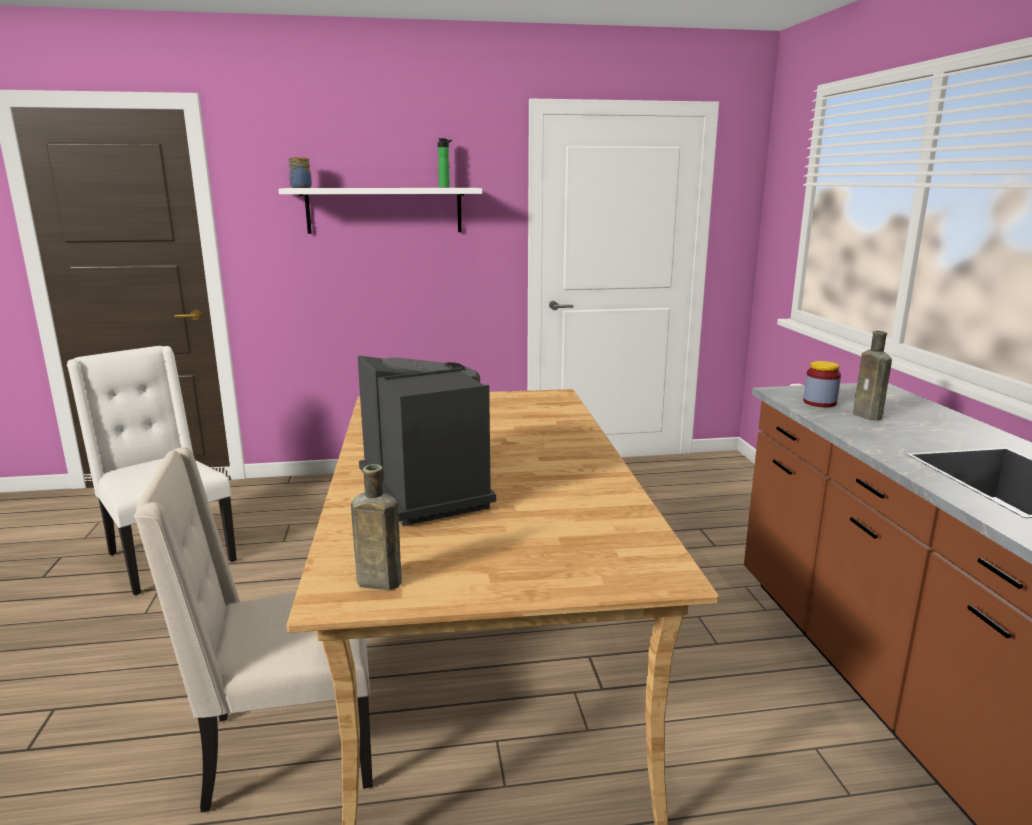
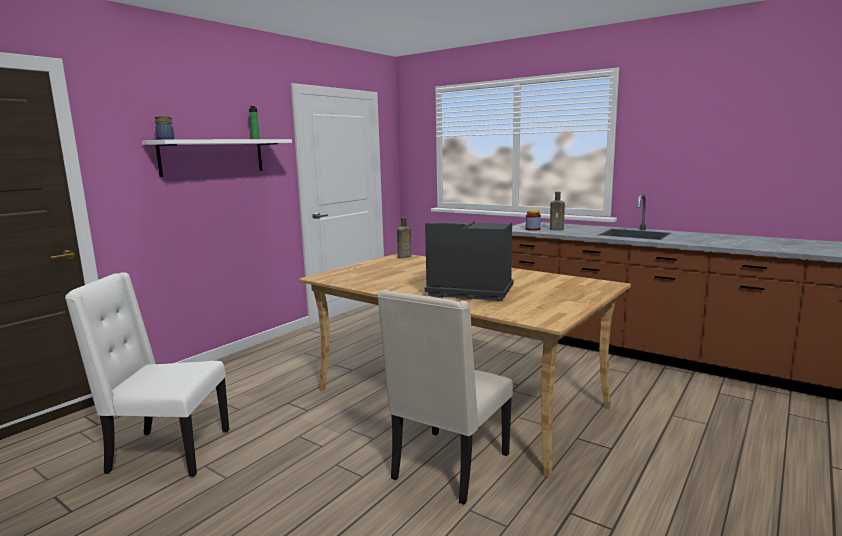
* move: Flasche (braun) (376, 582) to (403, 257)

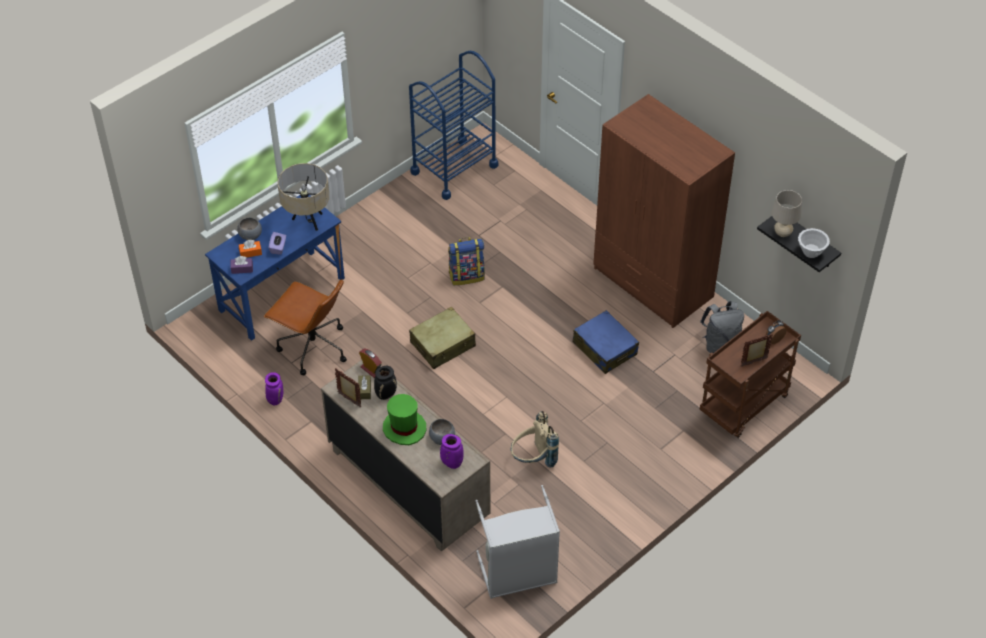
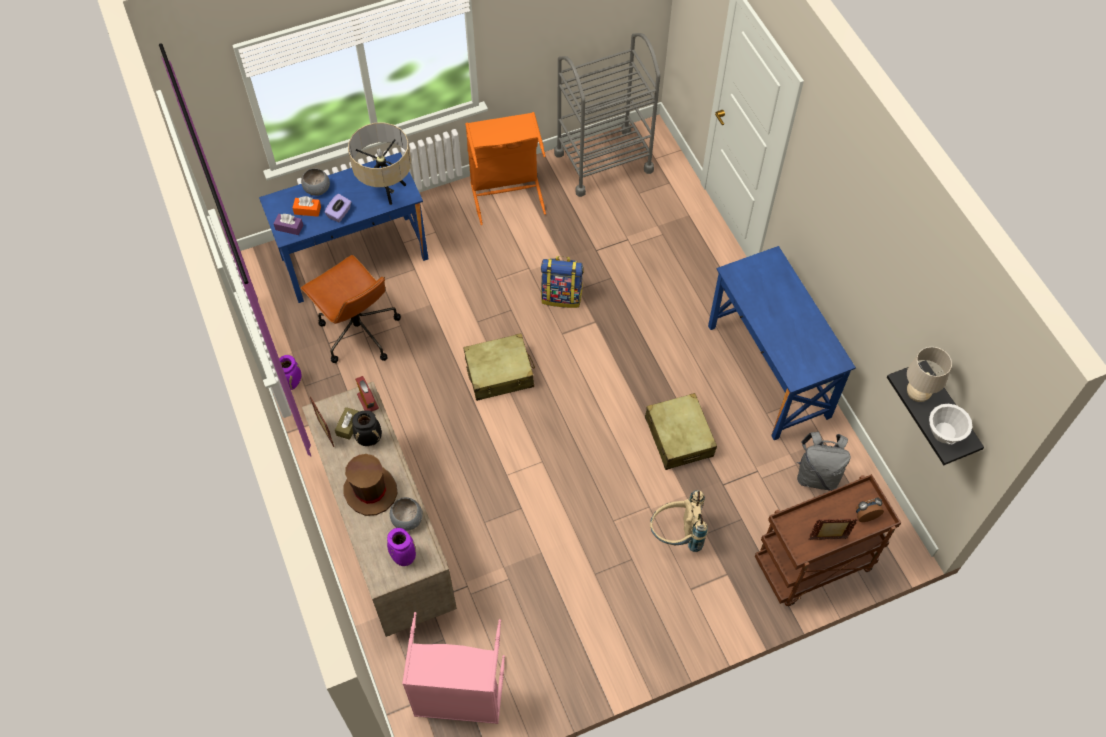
* recolor: Hut (grün) (404, 428) to Hut (braun) (370, 491)
* recolor: Rollwagen (blau) (454, 169) to Rollwagen (grau) (603, 162)
* recolor: Wäschekorb (grau) (518, 575) to Wäschekorb (rosa) (459, 697)
* move: Rucksack (beige) (533, 460) to (676, 535)
* recolor: Koffer (blau) (604, 348) to Koffer (beige) (679, 437)
* replace: Kleiderschrank (braun) (652, 283) to Schreibtisch (blau) (769, 371)
* insert: Wäschekorb (orange) (506, 192)

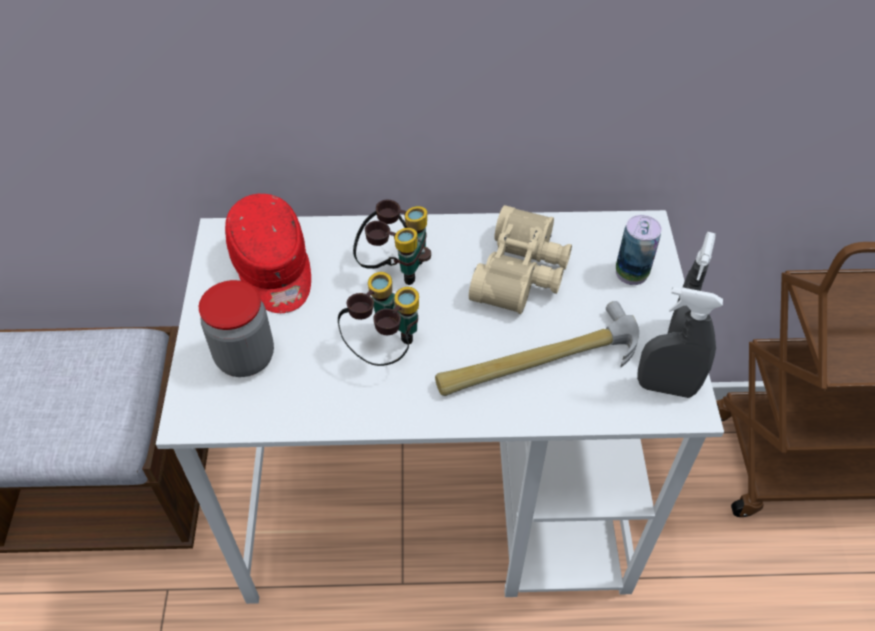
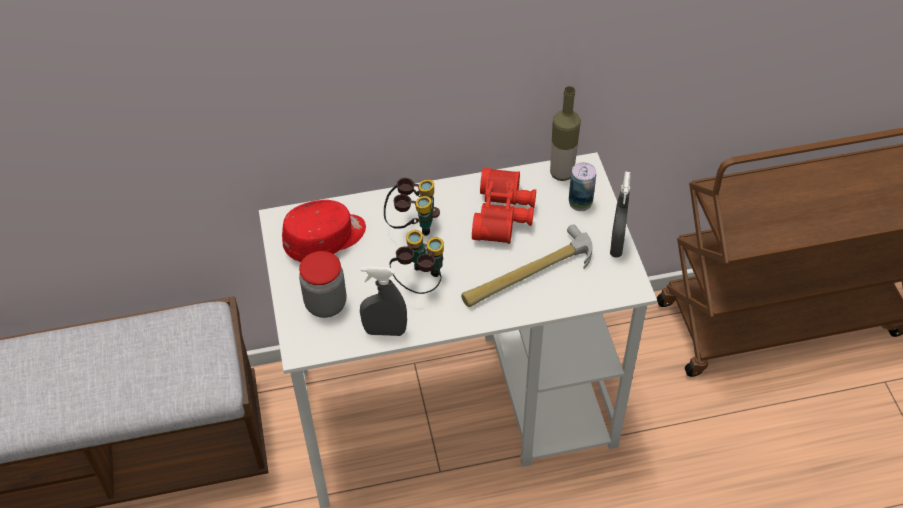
* rotate: Kappe (rot) (273, 269) = (325, 239) 90 degrees counterclockwise
* recolor: Fernglas (beige) (523, 273) to Fernglas (rot) (505, 214)
* move: Sprühflasche (grau) (666, 387) to (385, 331)
* insert: Flasche (561, 173)

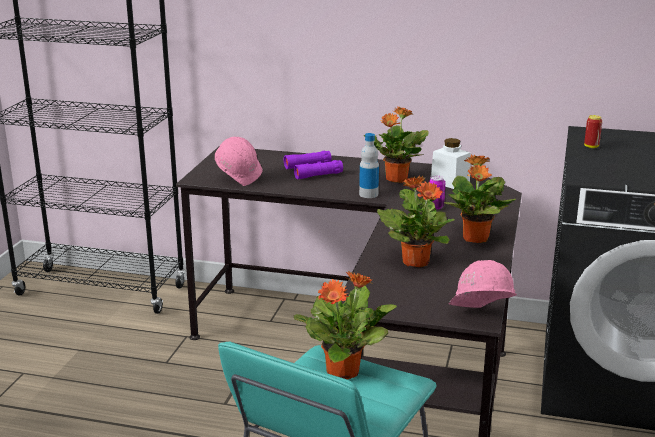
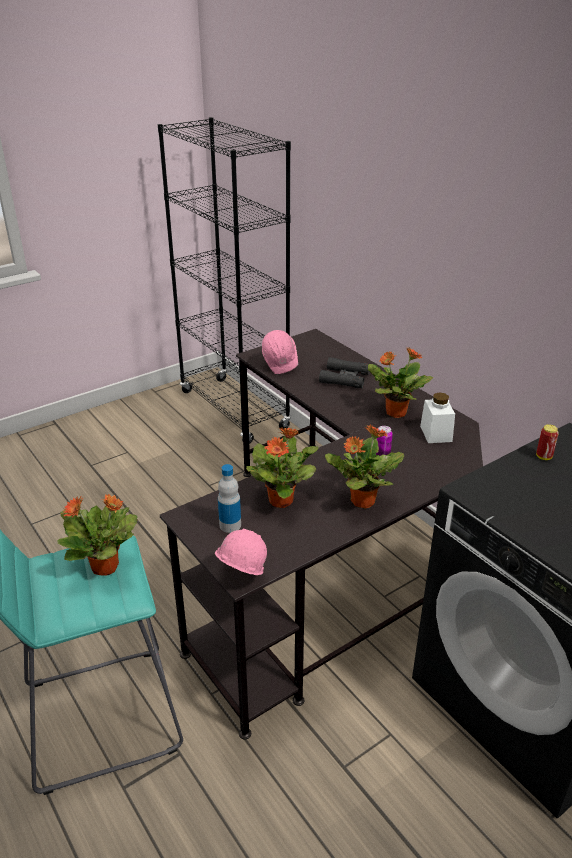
* recolor: Fernglas (lila) (313, 170) to Fernglas (schwarz) (345, 378)
* move: Flasche (368, 194) to (230, 525)

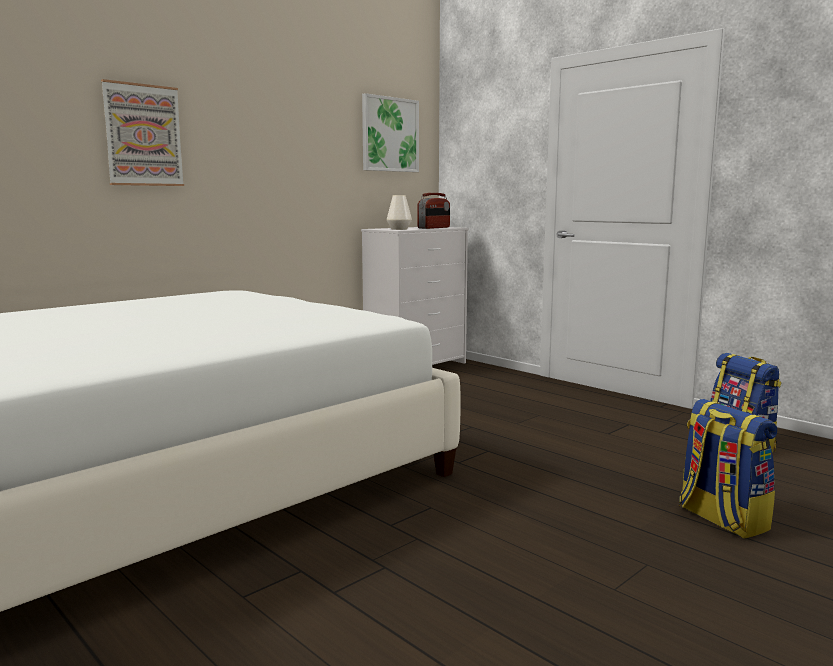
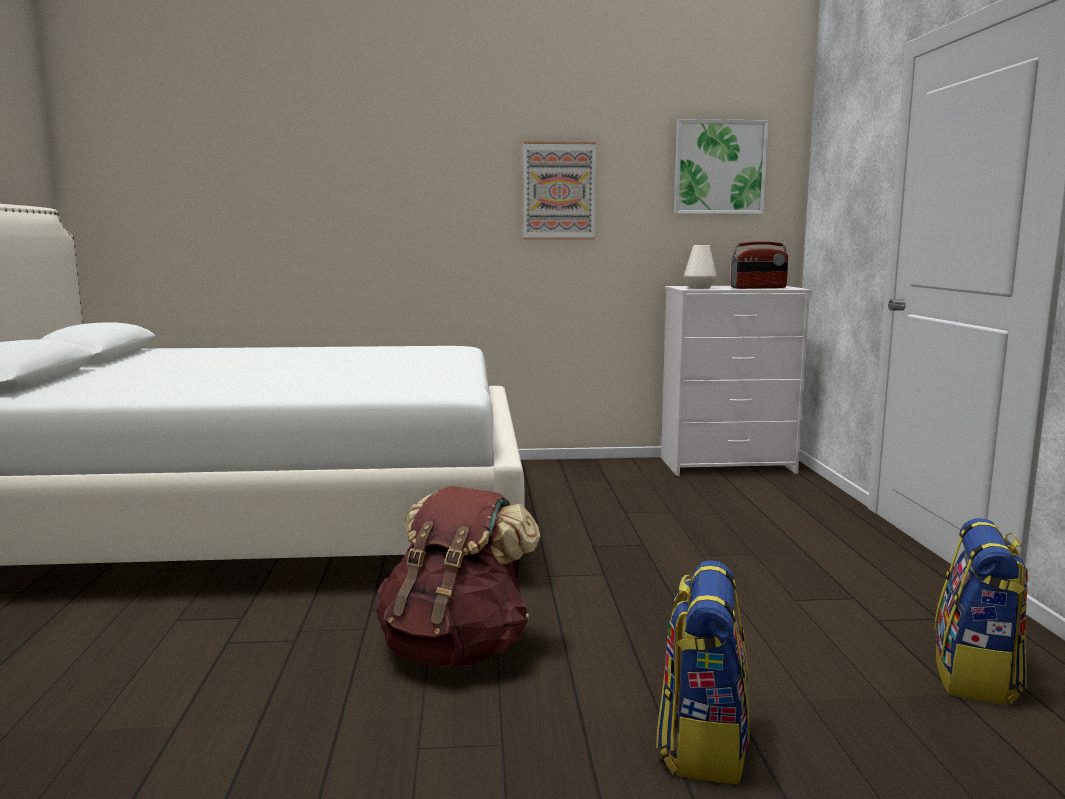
* move: Bild (143, 135) to (559, 191)
* insert: Rucksack (braun) (456, 649)

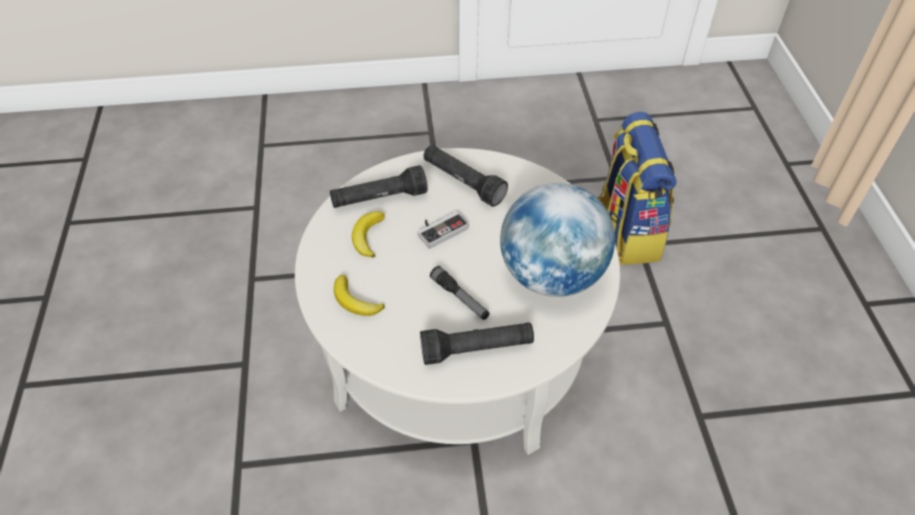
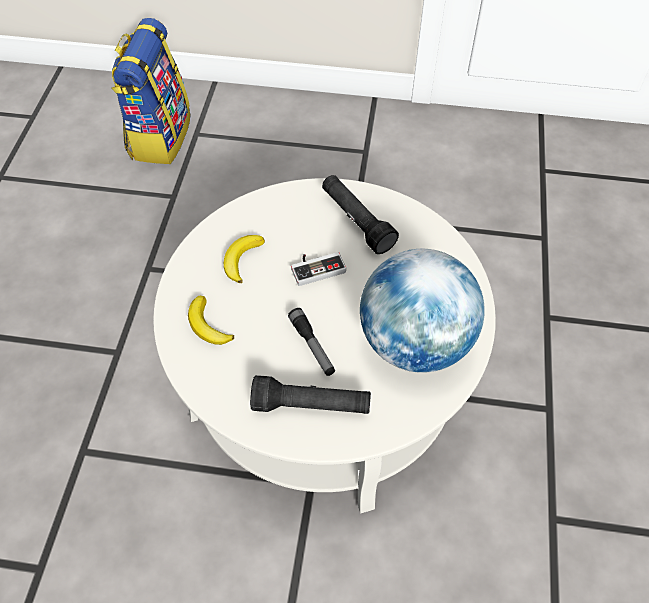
* delete: Taschenlampe (schwarz) (379, 199)
* move: Rucksack (625, 232) to (159, 136)

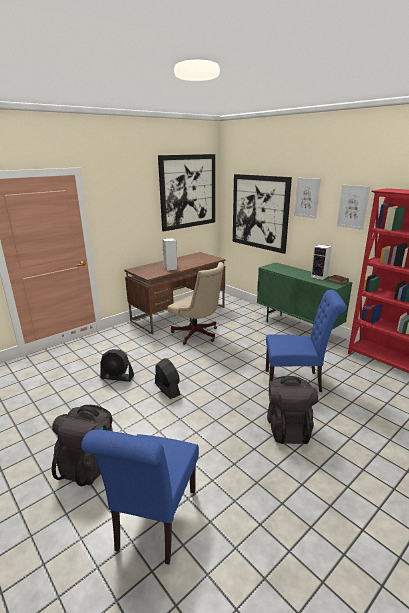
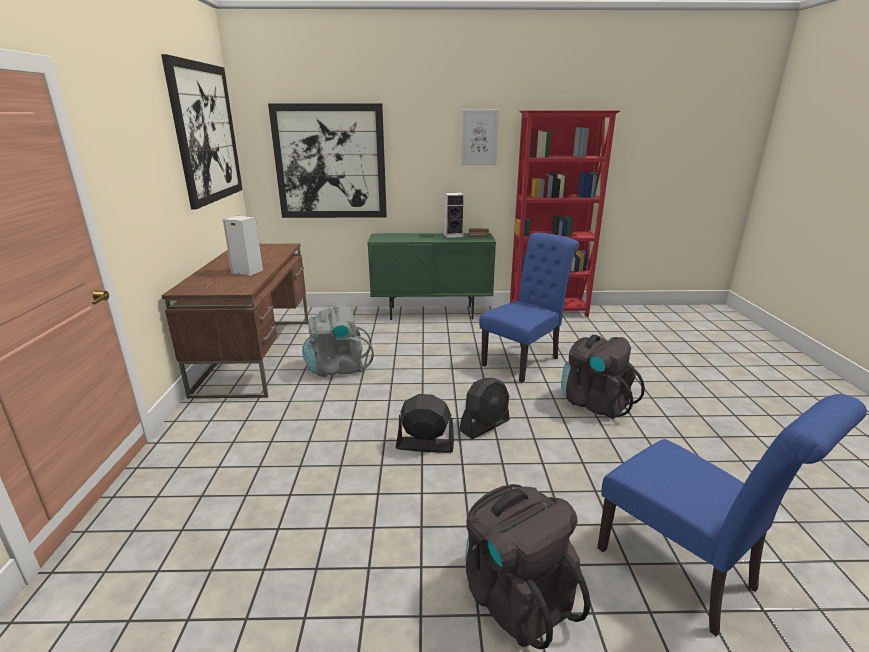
* move: Ventilator (schwarz) (117, 377) to (485, 425)
* replace: Bürostuhl (beige) (197, 335) to Rucksack (grau) (338, 368)
* delete: Bild (307, 198)

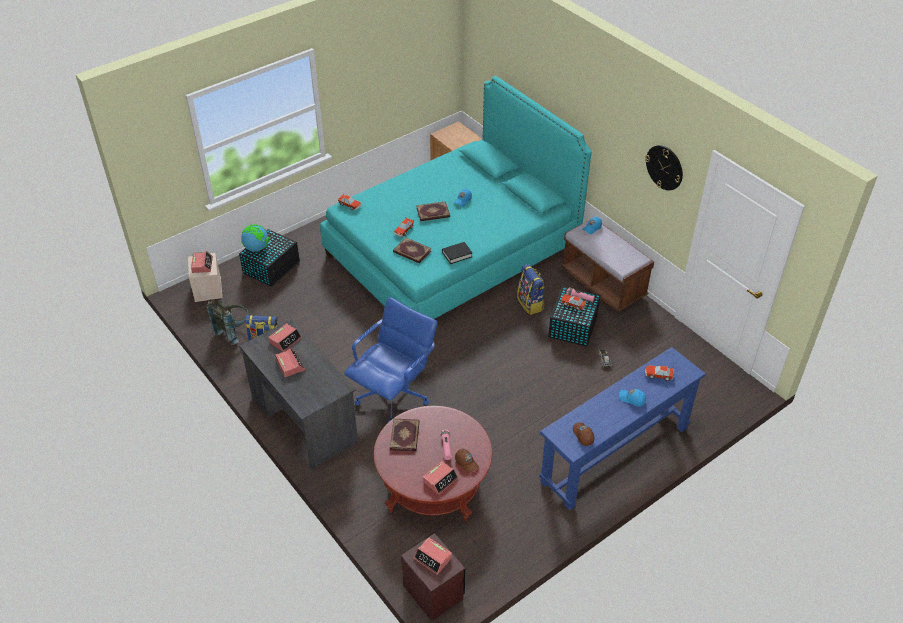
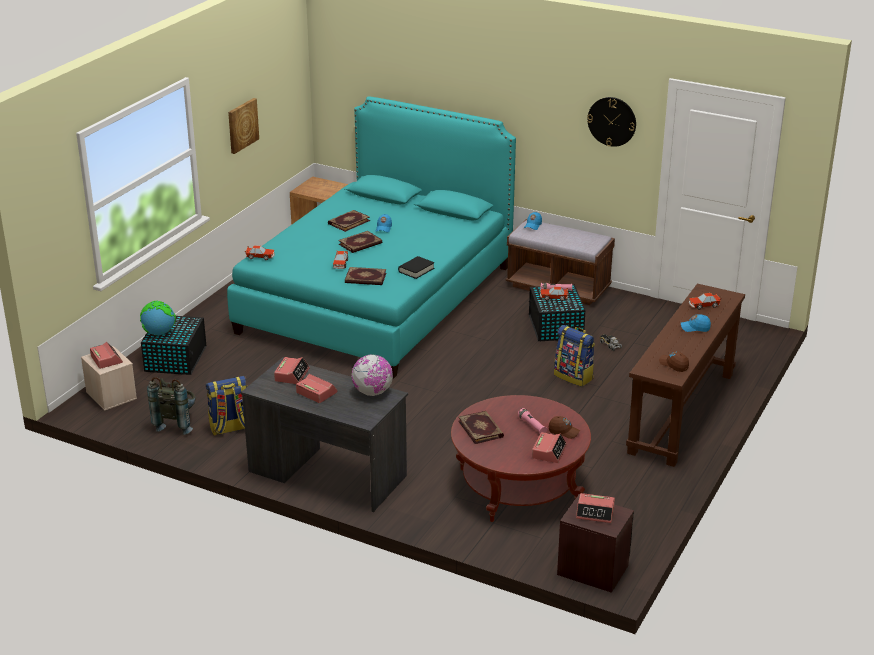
* delete: Bürostuhl (blau) (394, 395)
* move: Rucksack (530, 304) to (574, 376)
* recolor: Konsolentisch (blau) (615, 454) to Konsolentisch (braun) (681, 412)
* insert: Bild (242, 125)
* insert: Buch (348, 222)
* insert: Globus (373, 392)

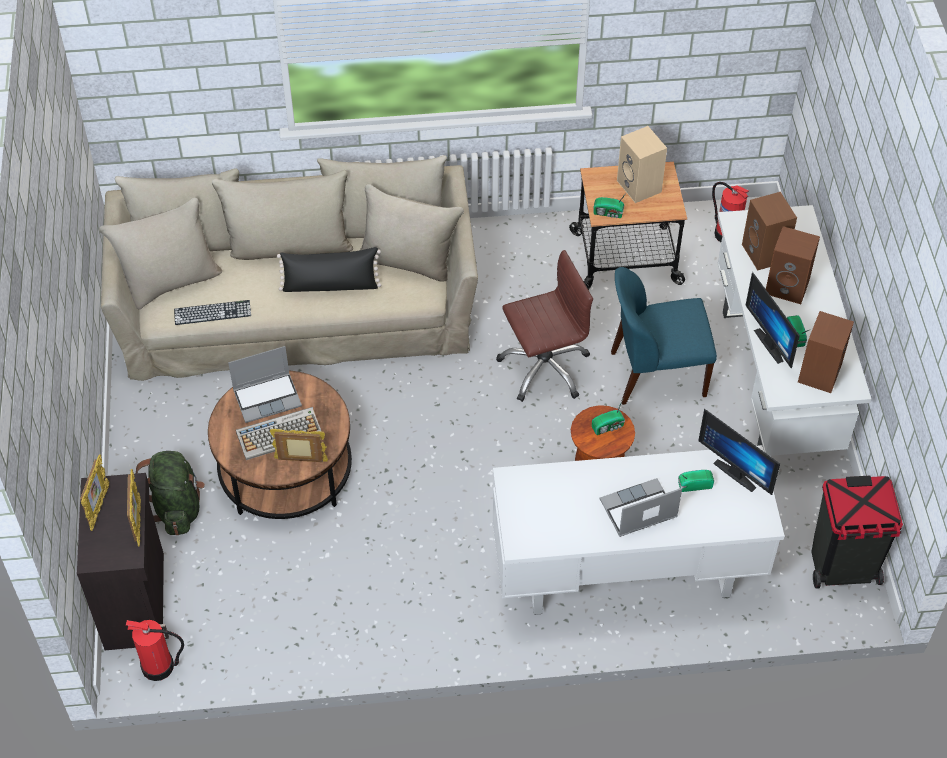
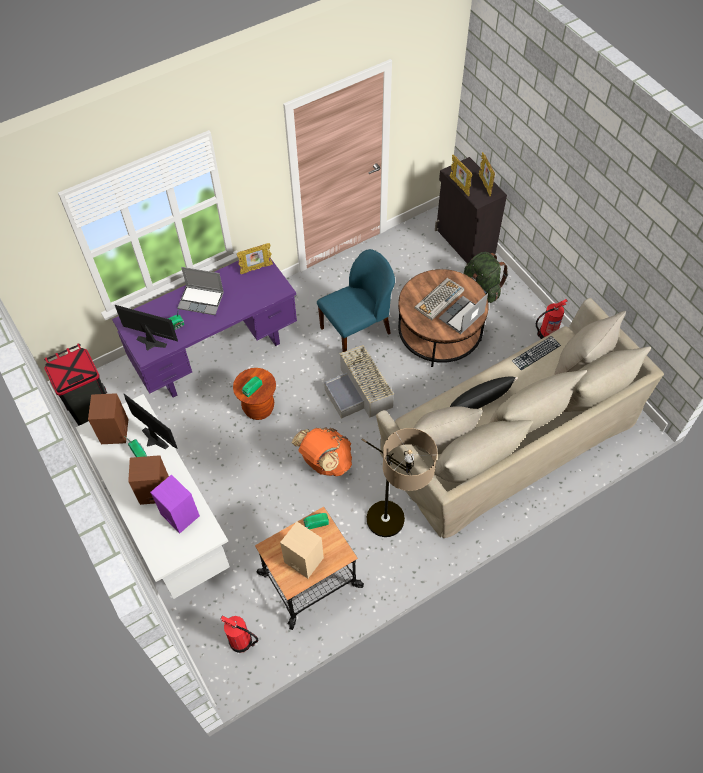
* move: Feuerlöscher (159, 666) to (547, 334)
* move: Bilderrahmen (301, 461) to (256, 269)
* recolor: Schreibtisch (weiß) (625, 574) to Schreibtisch (lila) (217, 353)
* replace: Bürostuhl (braun) (544, 368) to Rucksack (orange) (325, 462)
* rotate: Laptop (638, 510) = (201, 300) 60 degrees clockwise
* move: Stuhl (blau) (655, 374) to (357, 330)
* recolor: Lautsprecher (braun) (765, 253) to Lautsprecher (lila) (179, 515)
* insert: Aufbewahrungsbox (grau) (359, 392)
* insert: Stehlampe (394, 532)

